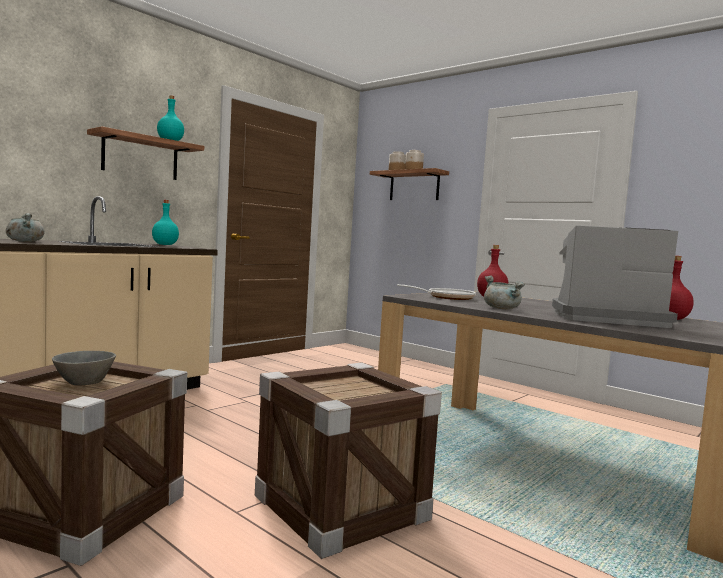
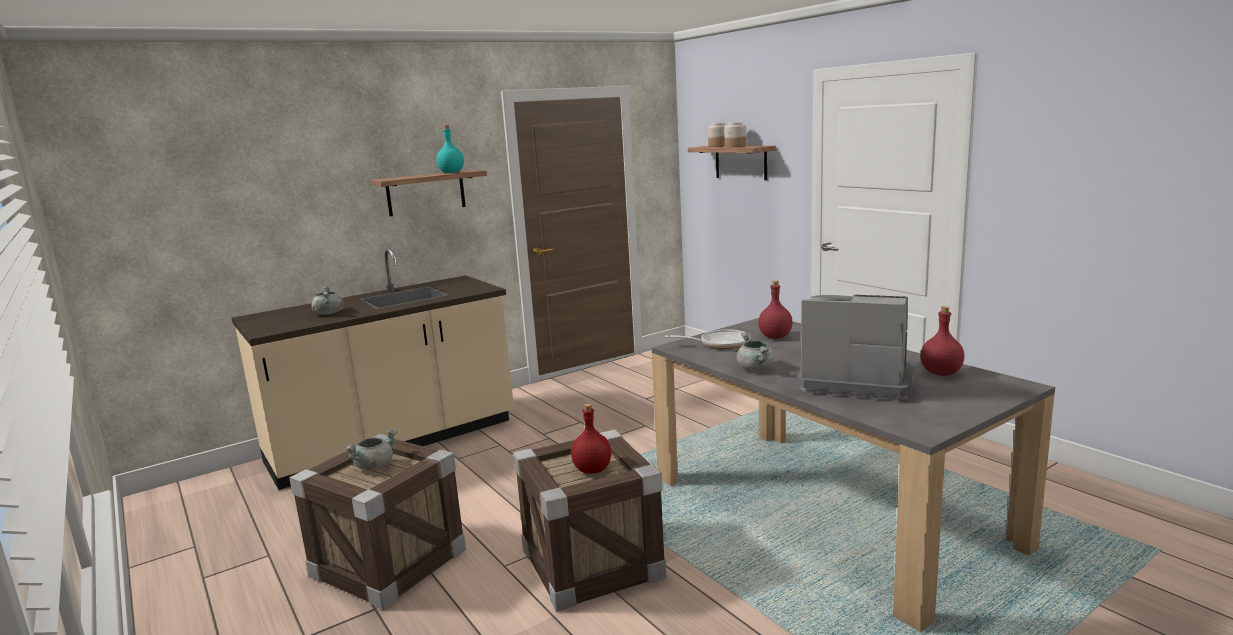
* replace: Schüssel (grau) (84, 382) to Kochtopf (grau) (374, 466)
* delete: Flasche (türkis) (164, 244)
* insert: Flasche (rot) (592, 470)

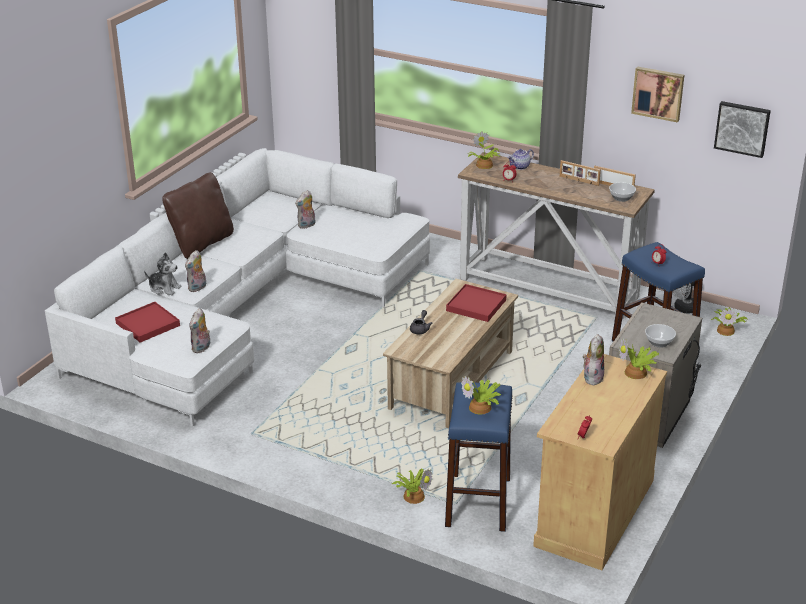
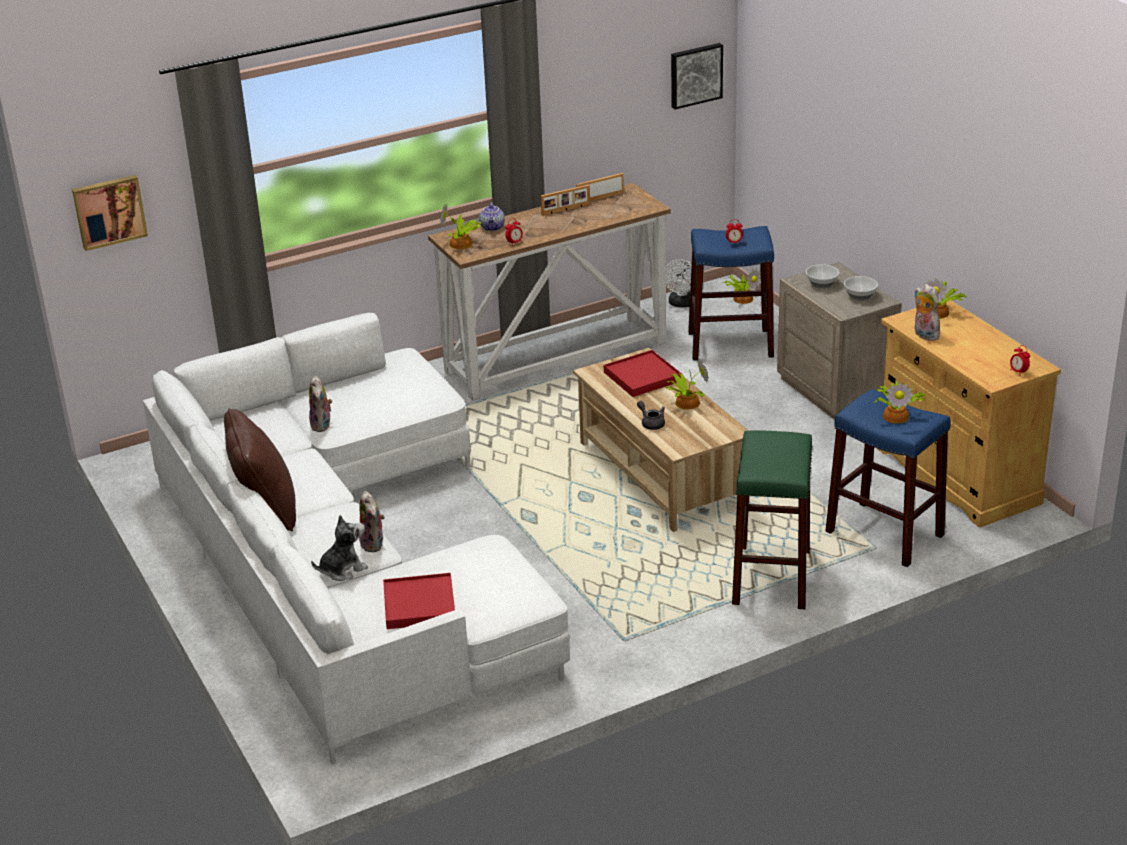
* delete: Plüschtier (201, 348)
* move: Topfpflanze (413, 495) to (685, 403)
* move: Schüssel (621, 198) to (822, 284)
* move: Bild (658, 93) to (109, 211)
* insert: Hocker (grün) (771, 577)

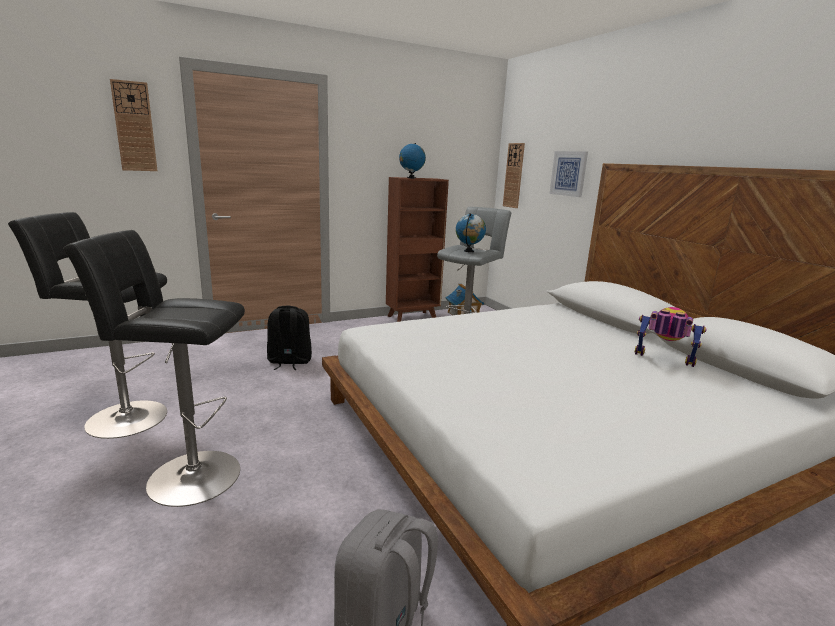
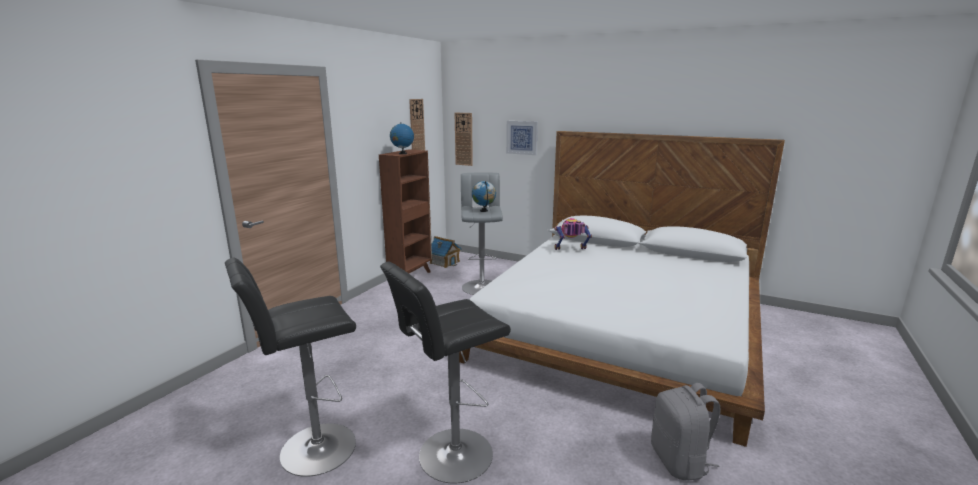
* move: Wanduhr (134, 127) to (416, 127)
* delete: Rucksack (schwarz) (289, 362)
* move: Spielzeugroboter (662, 362) to (571, 250)

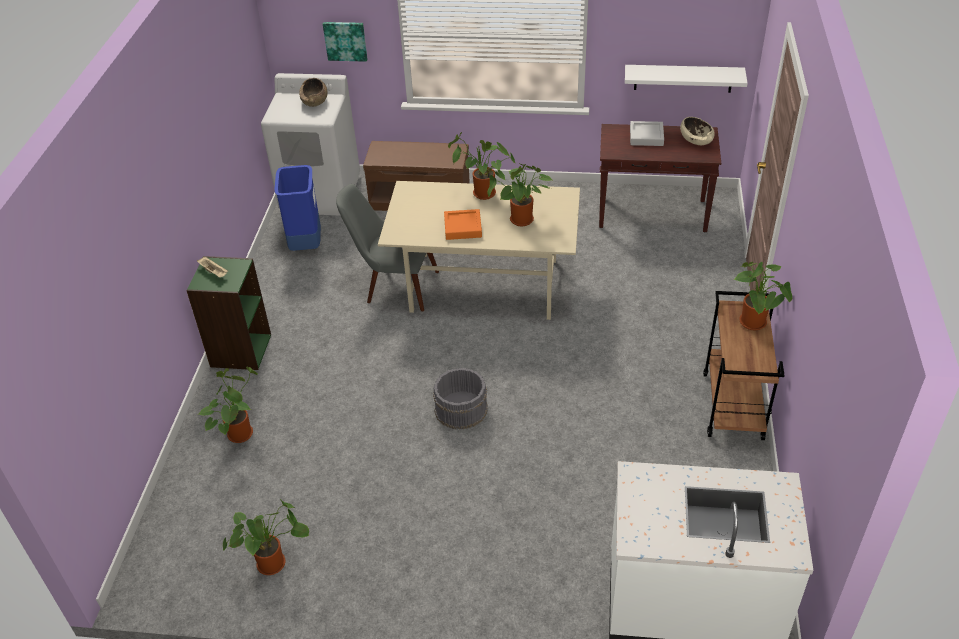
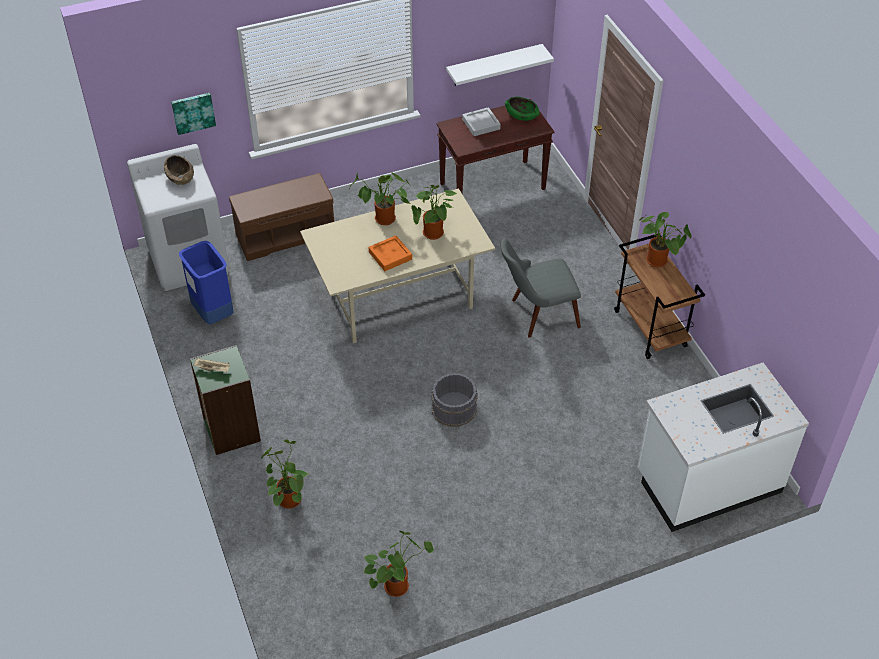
* move: Stuhl (grau) (393, 286) to (536, 315)
* recolor: Schüssel (beige) (696, 139) to Schüssel (grün) (521, 115)

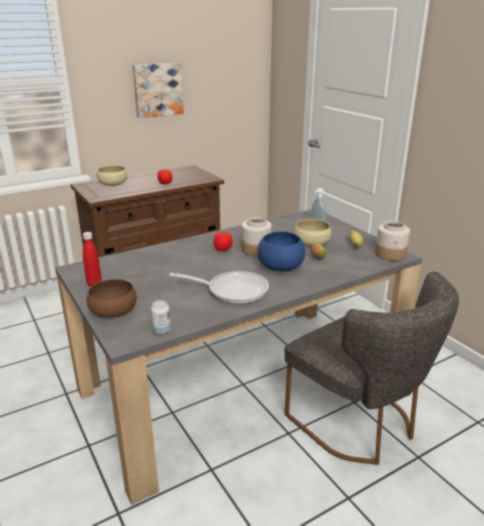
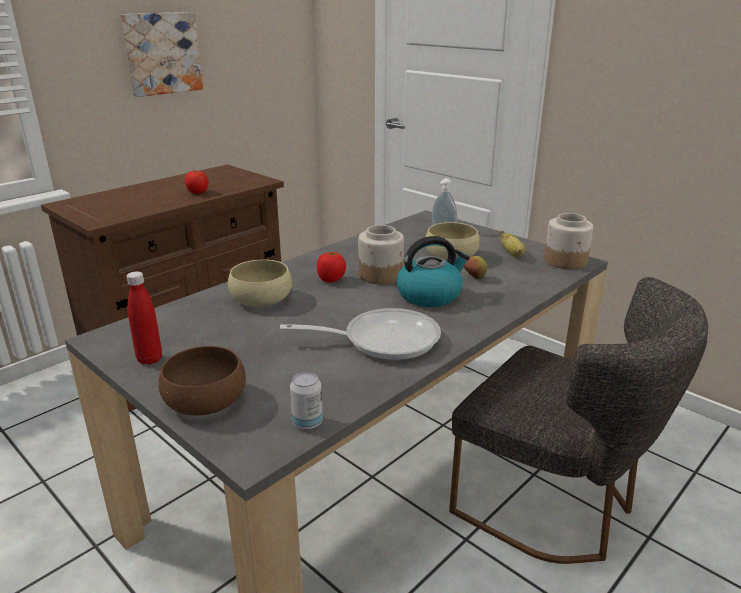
* move: Schüssel (beige) (113, 183) to (261, 299)
* replace: Schüssel (blau) (280, 266) to Wasserkessel (430, 295)

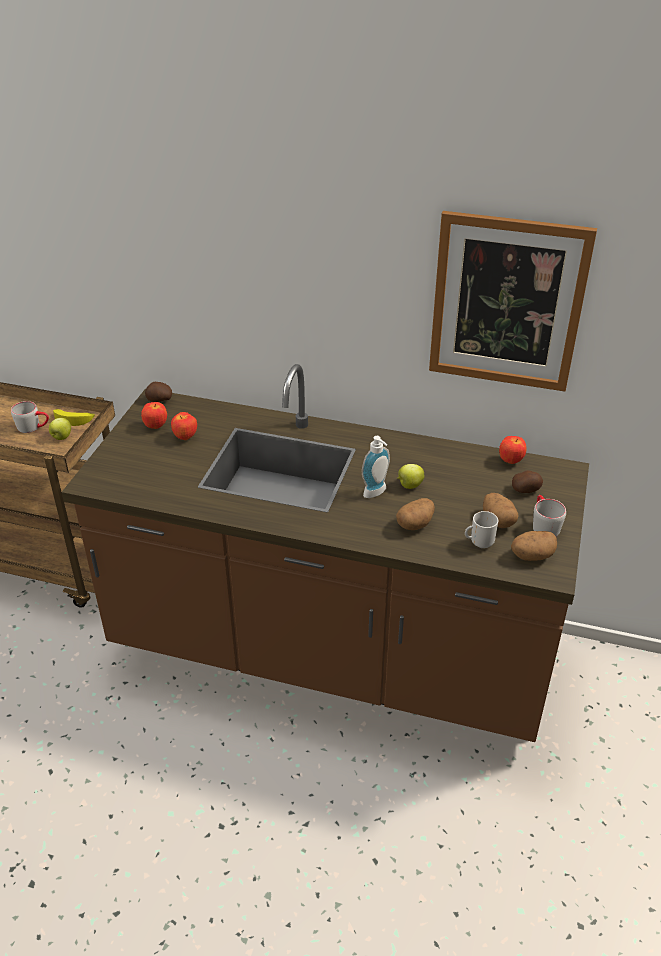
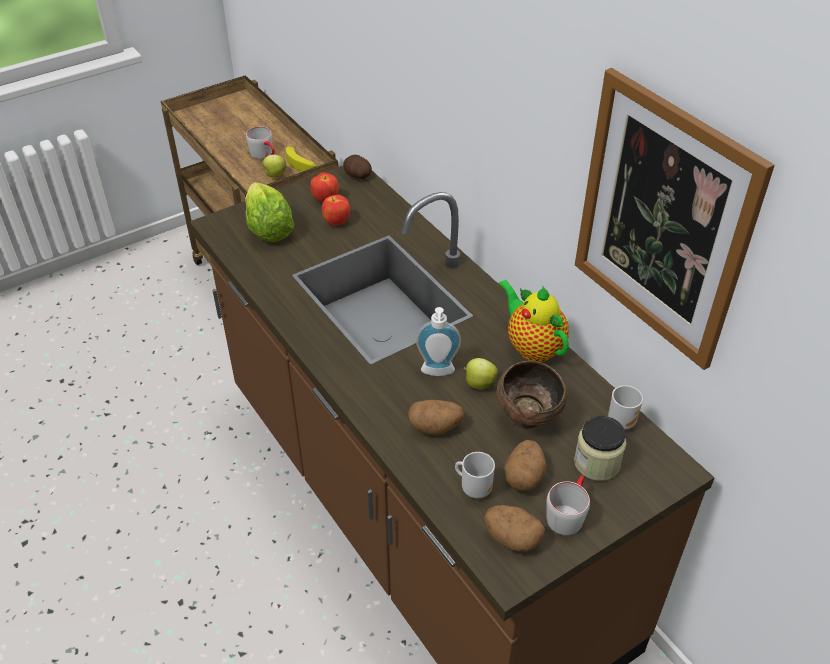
* replace: Apfel (511, 461) to Henkelbecher (621, 420)
* replace: Kartoffel (526, 490) to Vorratsglas (597, 463)
* insert: Salatkopf (268, 229)
* insert: Schüssel (braun) (528, 419)
* insert: Teekanne (532, 347)

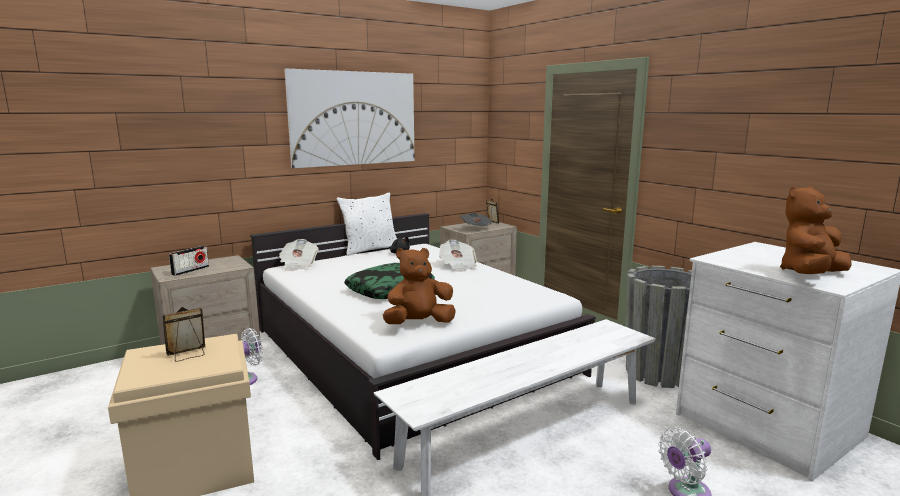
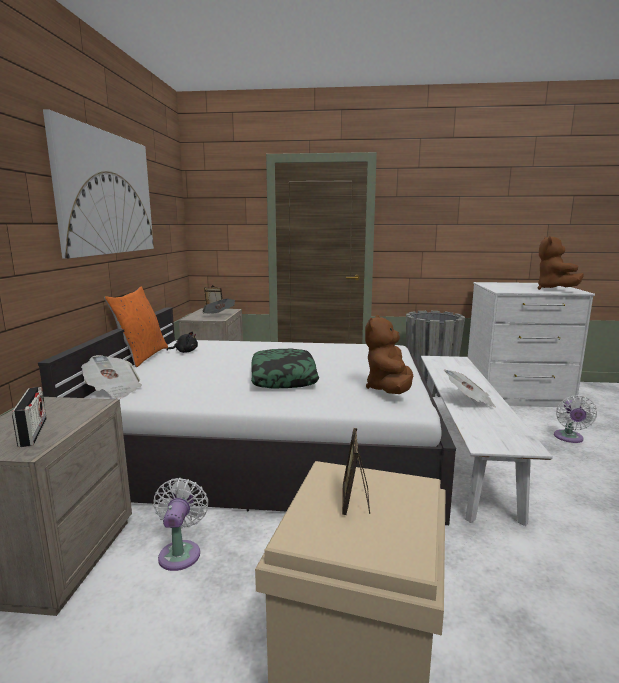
* recolor: Kissen (weiß) (370, 249) to Kissen (orange) (142, 356)
* move: Zeitung (458, 266) to (469, 401)

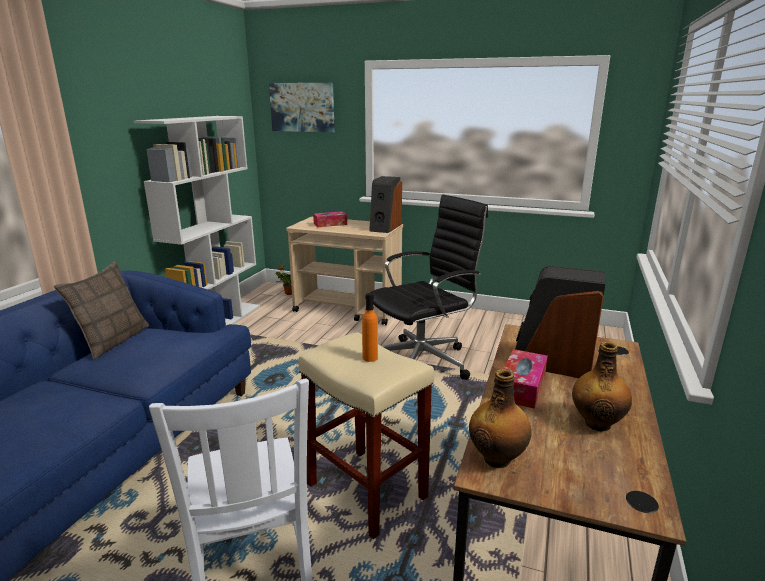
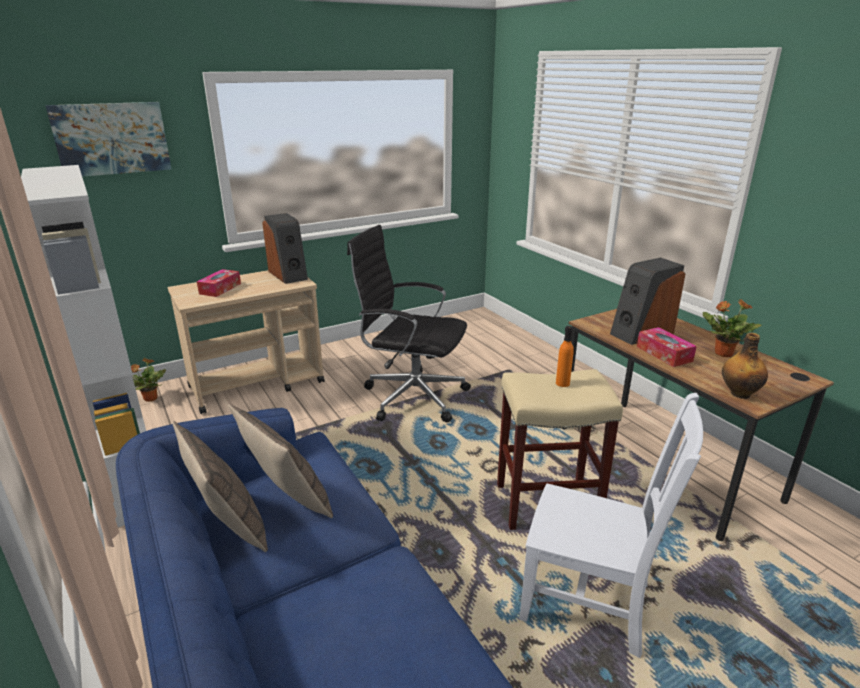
* rotate: Bürostuhl (schwarz) (423, 362) = (412, 396) 75 degrees counterclockwise
* replace: Flasche (597, 423) to Topfpflanze (722, 353)
* insert: Kissen (287, 500)

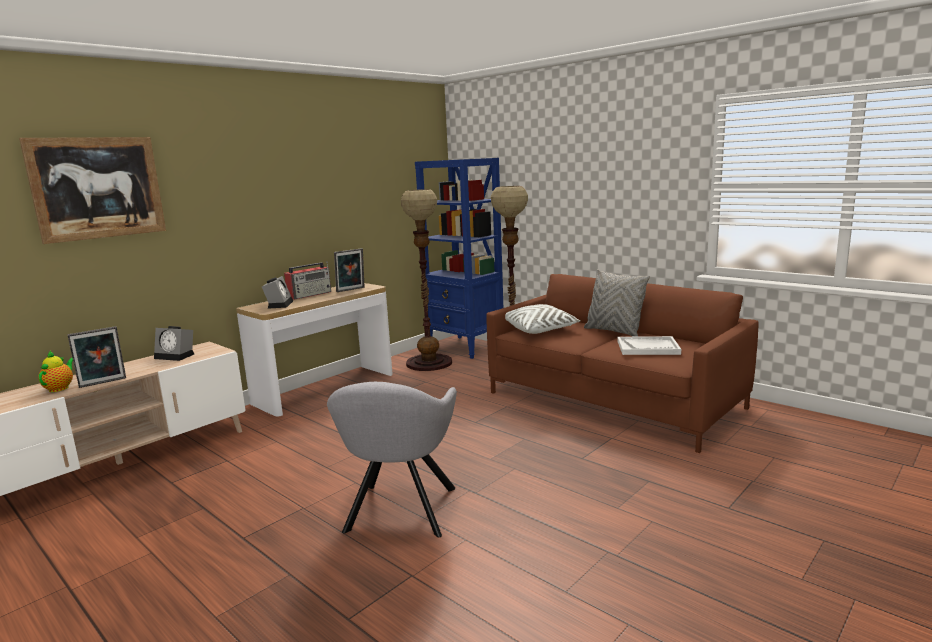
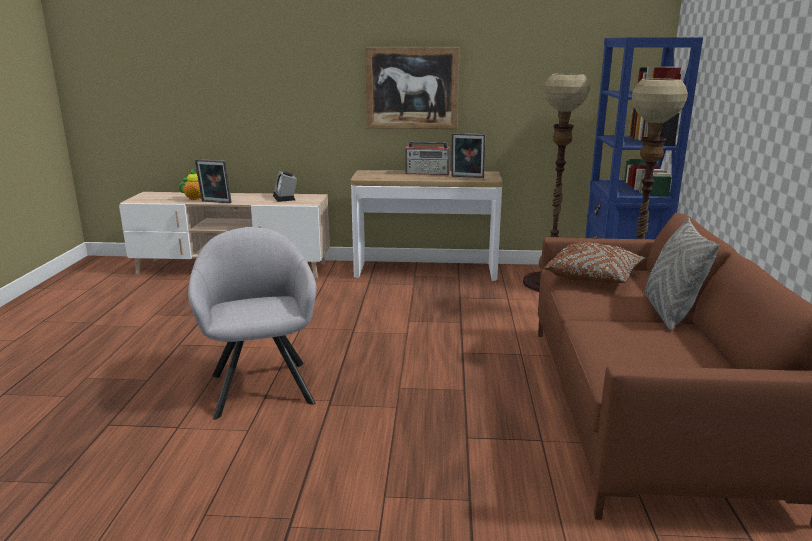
* move: Bild (98, 188) to (412, 88)
* delete: Wecker (279, 304)
* rotate: Sessel (grau) (399, 513) = (261, 385) 105 degrees clockwise
* recolor: Kissen (weiß) (540, 329) to Kissen (braun) (593, 277)
* delete: Tablett (weiß) (648, 347)

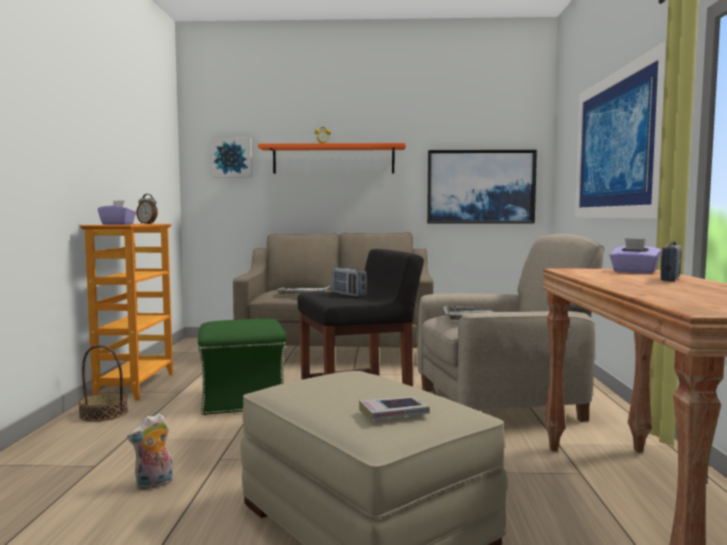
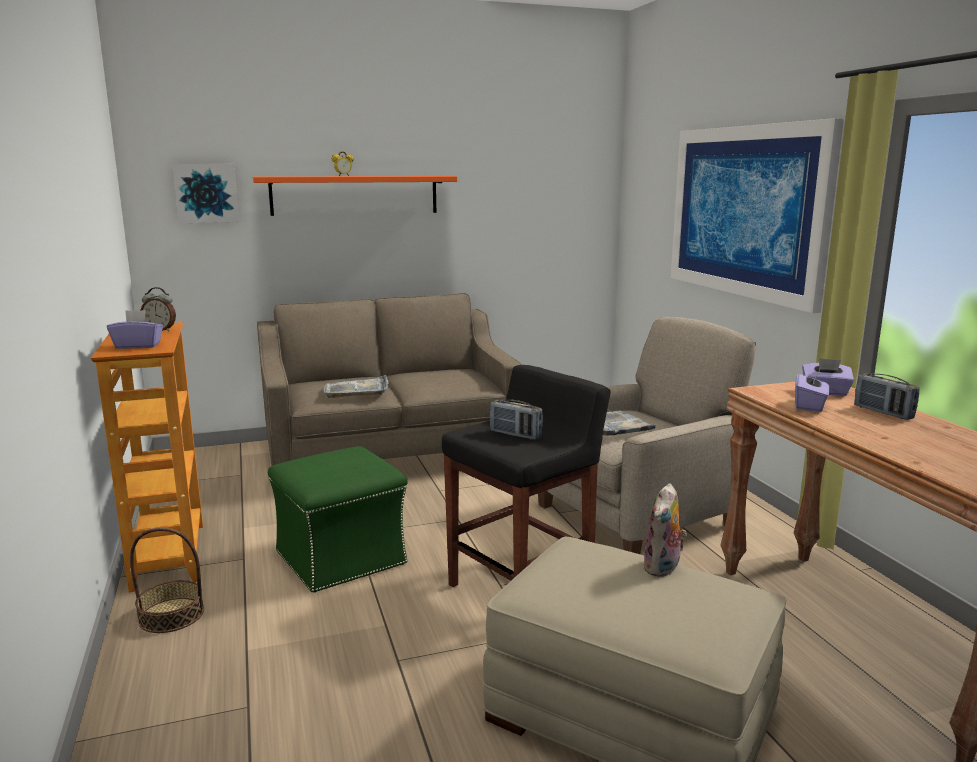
* move: Plüschtier (154, 484) to (663, 568)
* delete: Buch (393, 414)
* delete: Bild (480, 187)
* rotate: Radio (670, 279) = (883, 412) 135 degrees clockwise
* insert: Taschentuchbox (lila) (809, 406)

